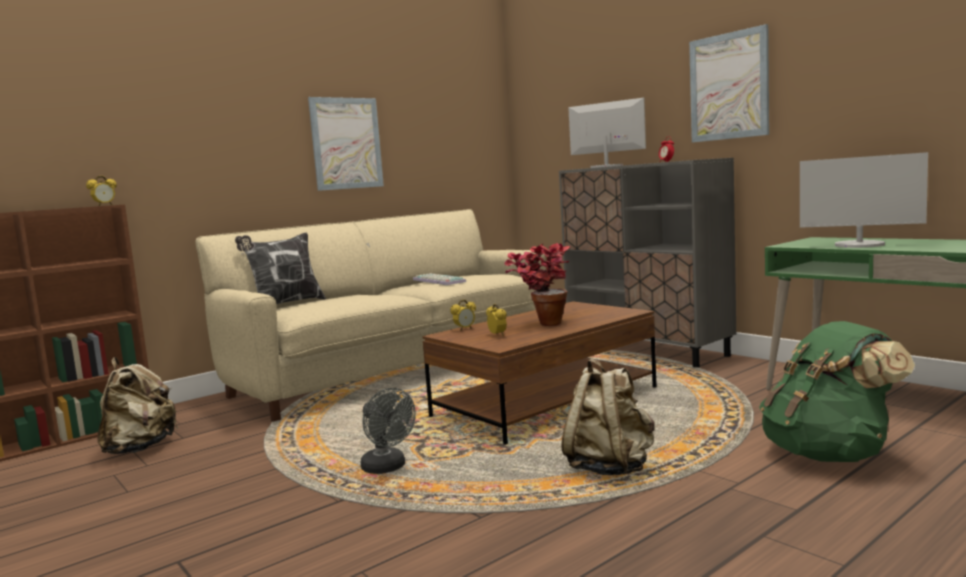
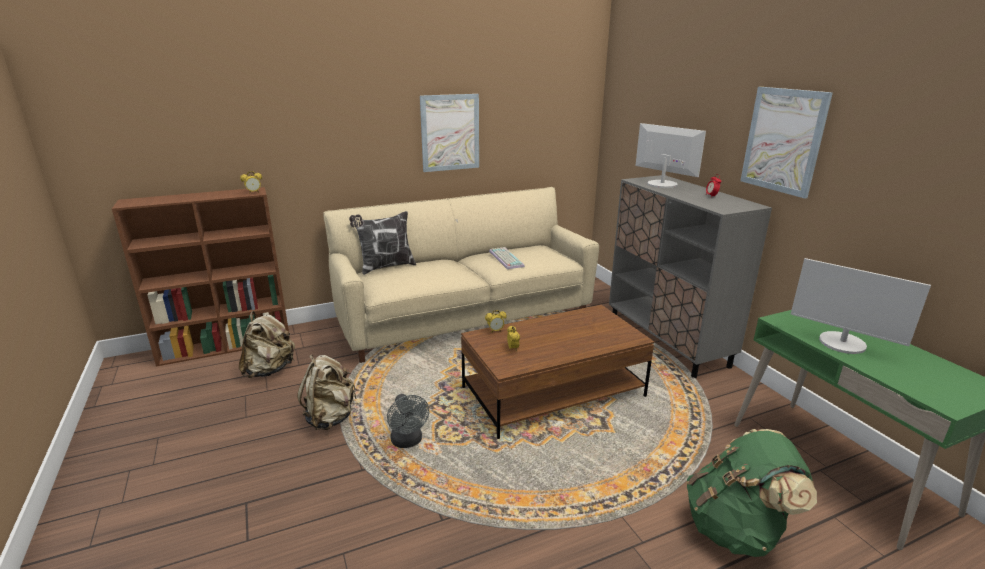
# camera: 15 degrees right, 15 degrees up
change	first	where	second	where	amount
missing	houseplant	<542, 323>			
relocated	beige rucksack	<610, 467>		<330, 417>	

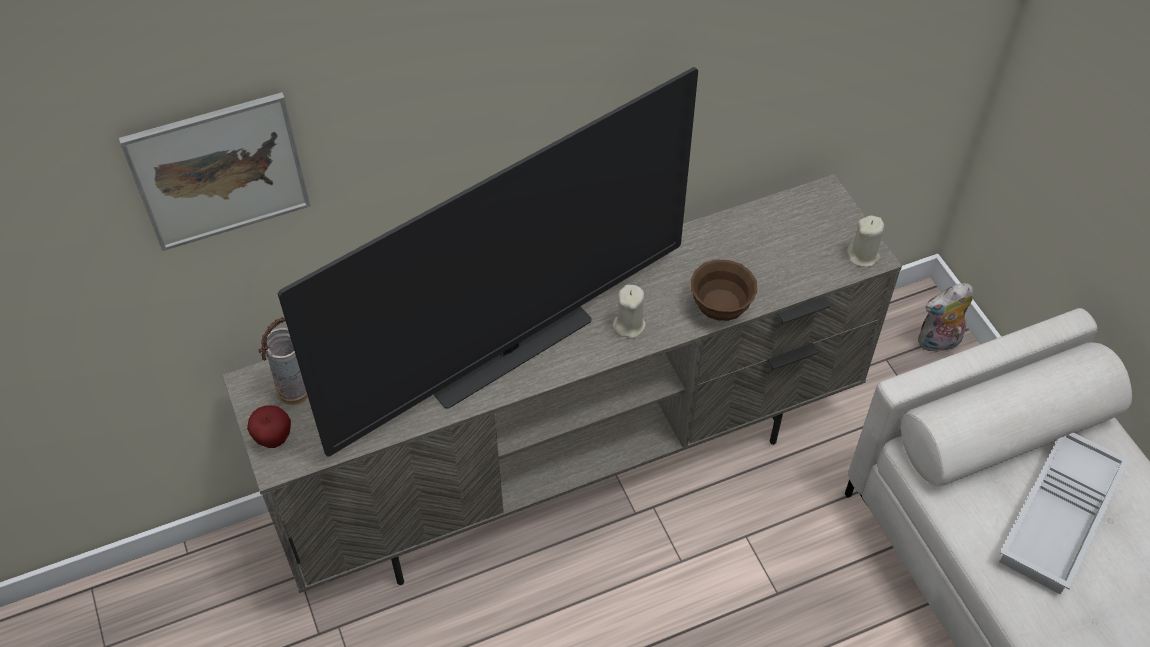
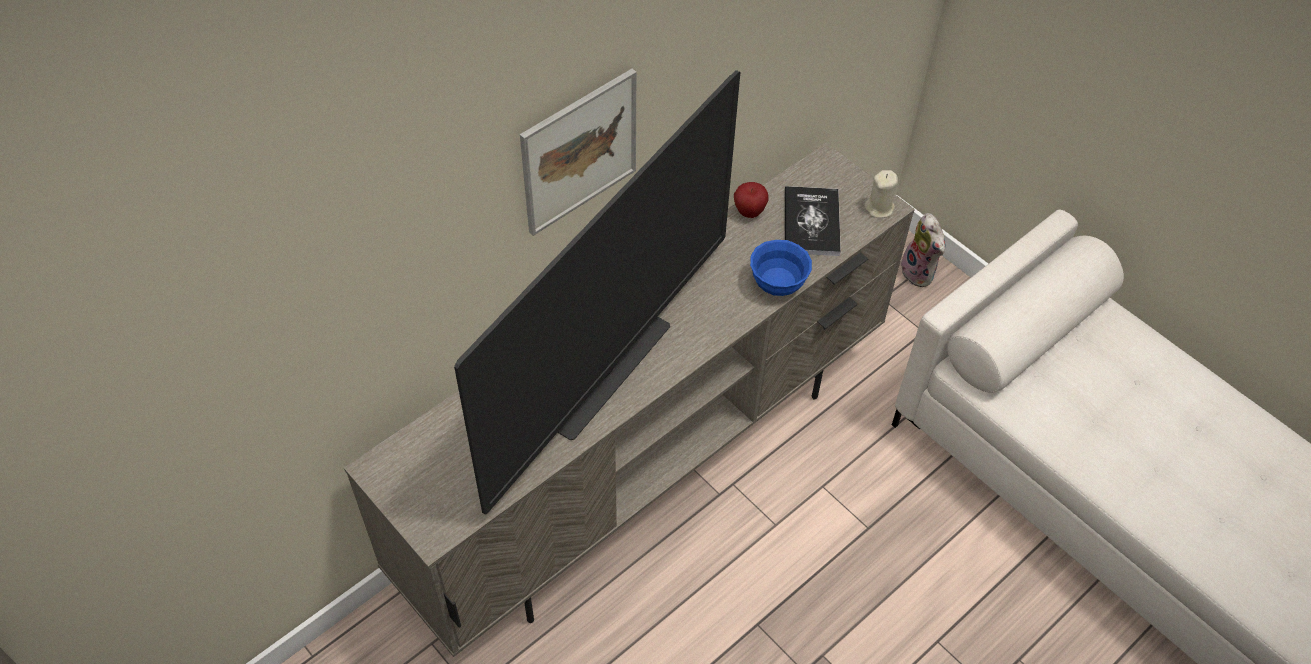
# camera: 20 degrees left, 0 degrees up
change	first	where	second	where	amount
missing	decorative vase	<295, 392>			
missing	beige candle	<628, 325>			
missing	white-coloured carrying tray	<1061, 518>			
appeared			volume	<811, 222>	
relocated	picture	<219, 171>		<579, 151>	
relocated	whole apple	<274, 439>		<749, 212>	
colour	brownish bowl	<720, 308>	blue-coloured bowl	<777, 284>	
spun	soft toy	<938, 343>		<920, 273>	75 degrees counterclockwise

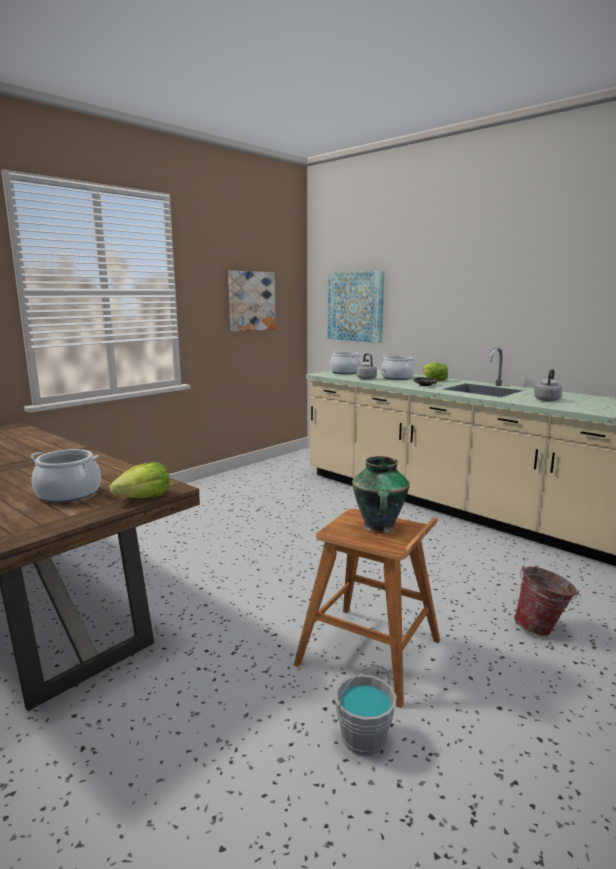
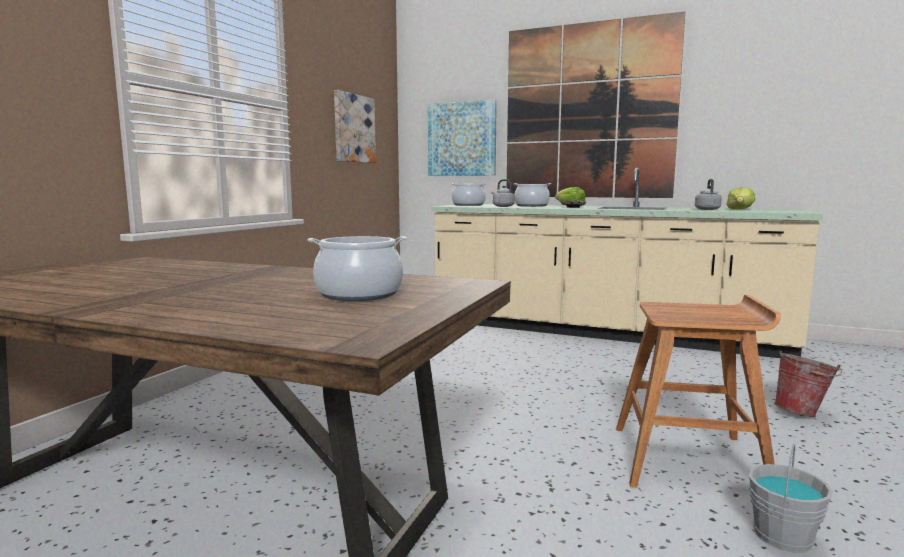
# camera: 20 degrees left, 5 degrees down
change	first	where	second	where	amount
missing	decorative vase	<379, 528>			
appeared			picture	<588, 111>	
relocated	lettuce head	<144, 498>		<740, 209>	

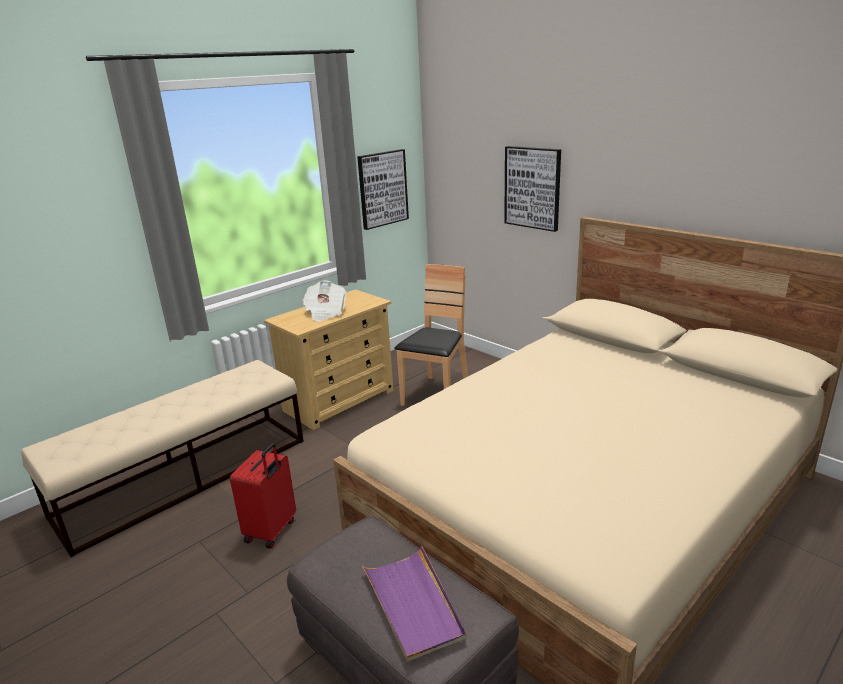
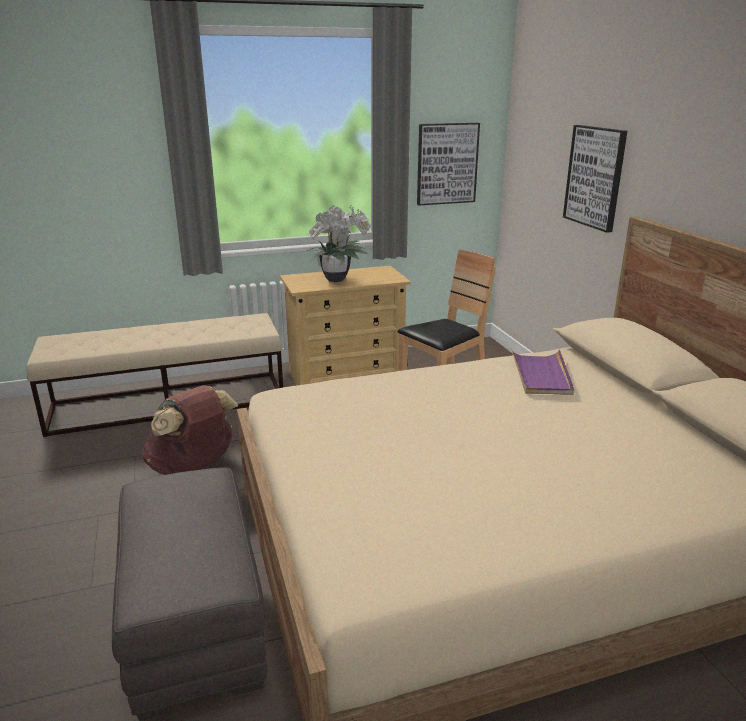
# camera: 25 degrees right, 0 degrees up
change	first	where	second	where	amount
relocated	purple carrying tray	<413, 604>		<541, 375>	
exchanged	red-coloured travel case	<272, 531>	brownish rucksack	<194, 467>	
exchanged	daily paper	<325, 312>	houseplant	<338, 279>	

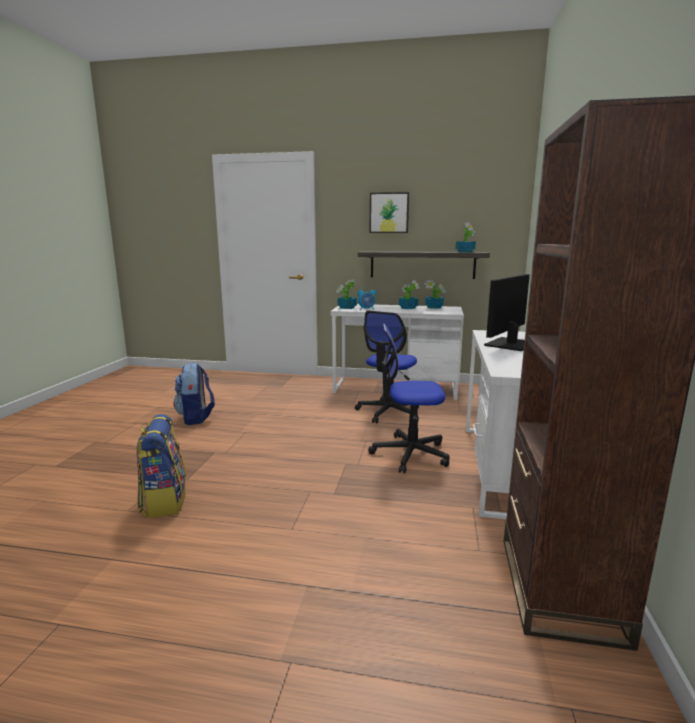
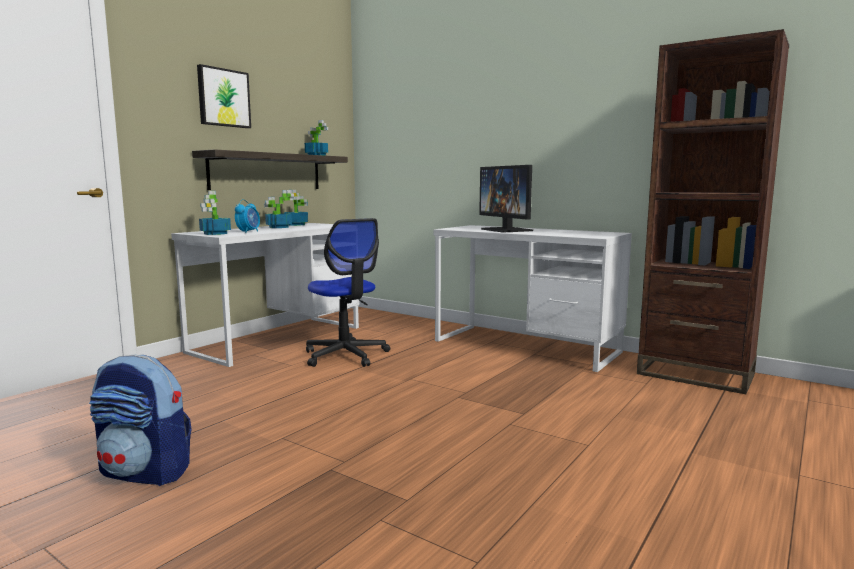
# camera: 65 degrees left, 5 degrees down
change	first	where	second	where	amount
missing	rucksack	<164, 501>			
missing	desk chair	<409, 454>			

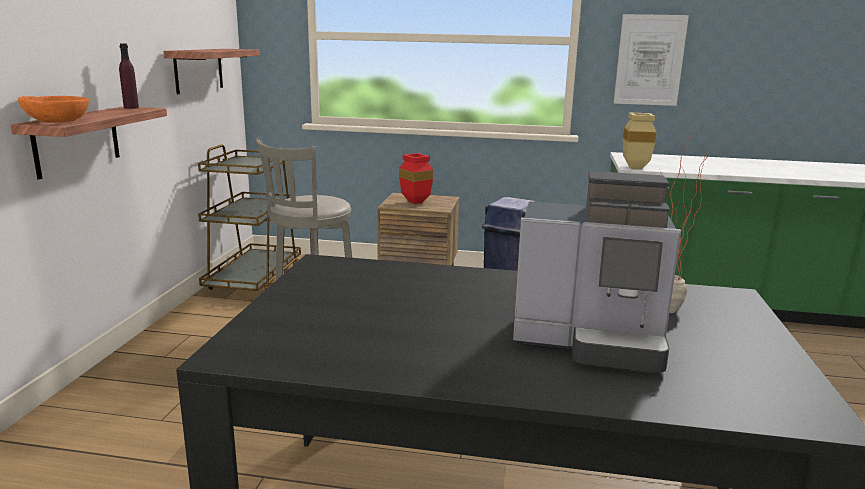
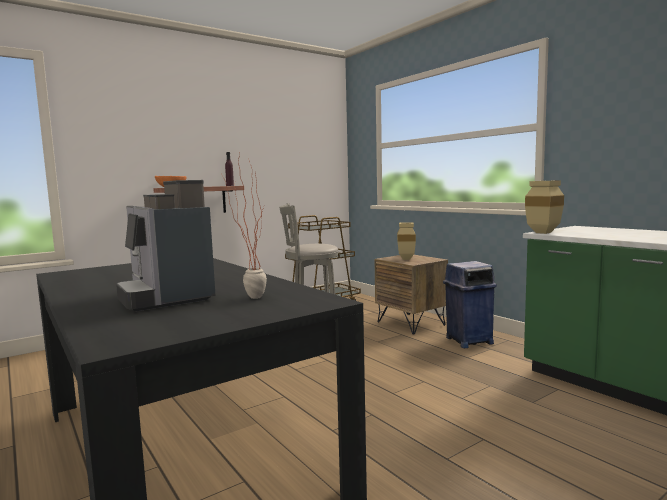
# camera: 45 degrees right, 10 degrees down
change	first	where	second	where	amount
missing	wall shelf	<198, 70>			
missing	picture	<649, 60>			
colour	red-coloured decorative vase	<417, 202>	beige decorative vase	<407, 259>	

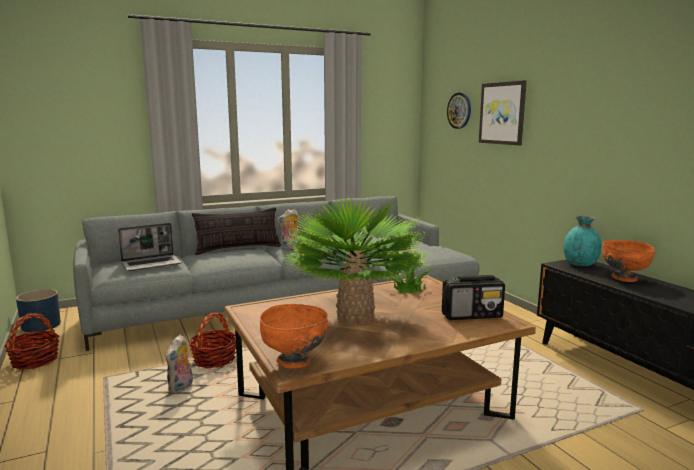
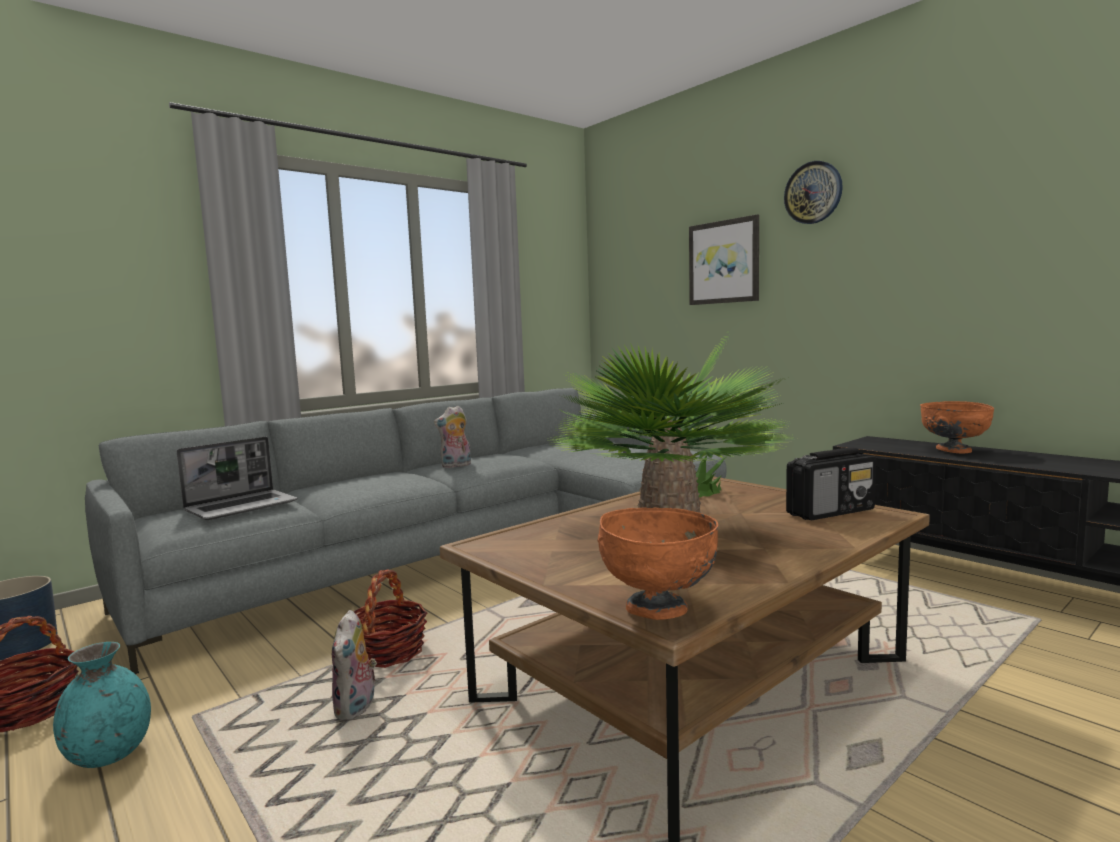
# camera: 15 degrees left, 5 degrees down
change	first	where	second	where	amount
missing	throw pillow	<238, 249>			
relocated	hanging clock	<459, 110>		<813, 193>	
relocated	blue-green decorative vase	<580, 264>		<108, 755>	

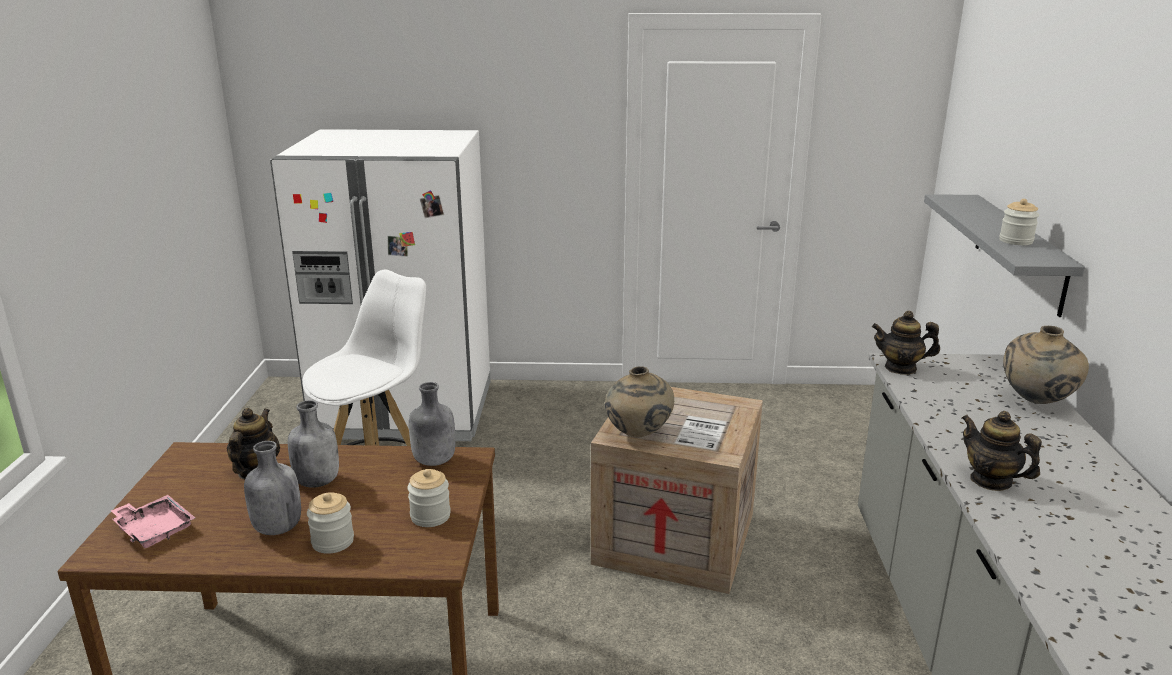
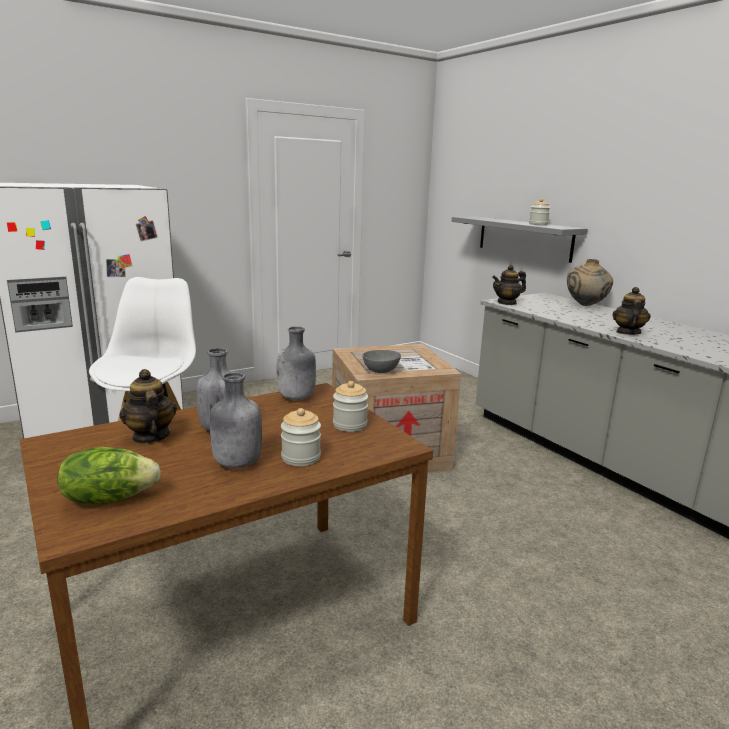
# camera: 35 degrees left, 5 degrees down
change	first	where	second	where	amount
exchanged	pink-coloured carrying tray	<154, 529>	lettuce head	<109, 498>	
exchanged	beige decorative vase	<638, 436>	greyish bowl	<381, 371>	
spun	teapot	<991, 480>		<627, 332>	90 degrees clockwise

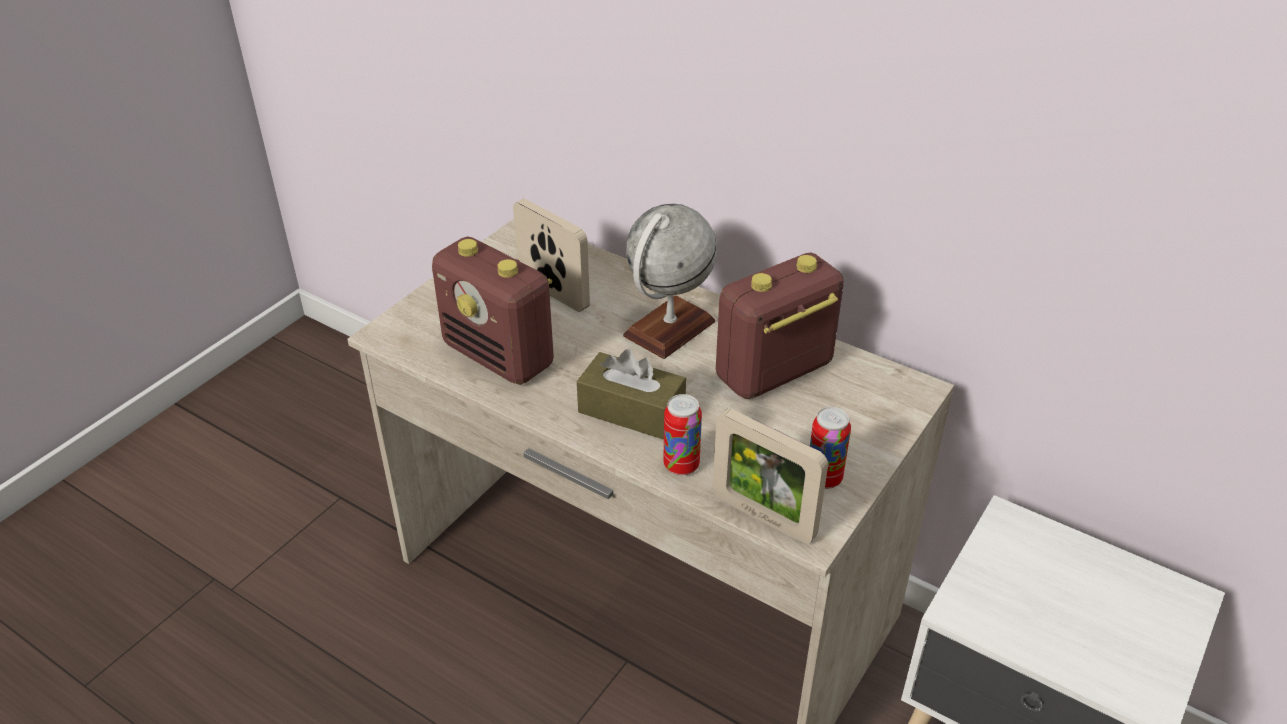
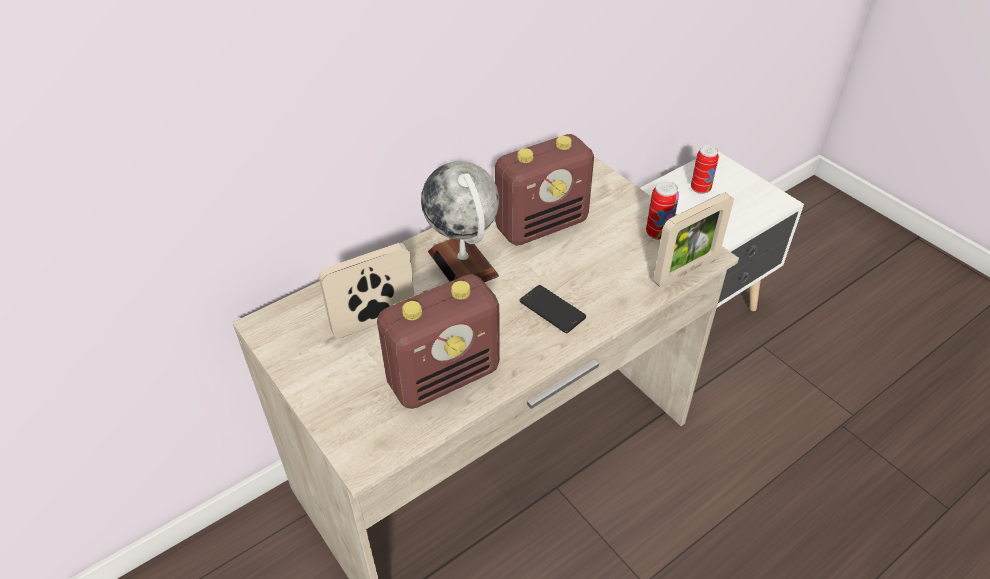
# camera: 70 degrees left, 5 degrees up
change	first	where	second	where	amount
relocated	can	<681, 465>		<700, 189>	
exchanged	brownish tissue box	<631, 410>	handset	<552, 309>	
spun	radio receiver	<773, 373>		<542, 225>	105 degrees counterclockwise

